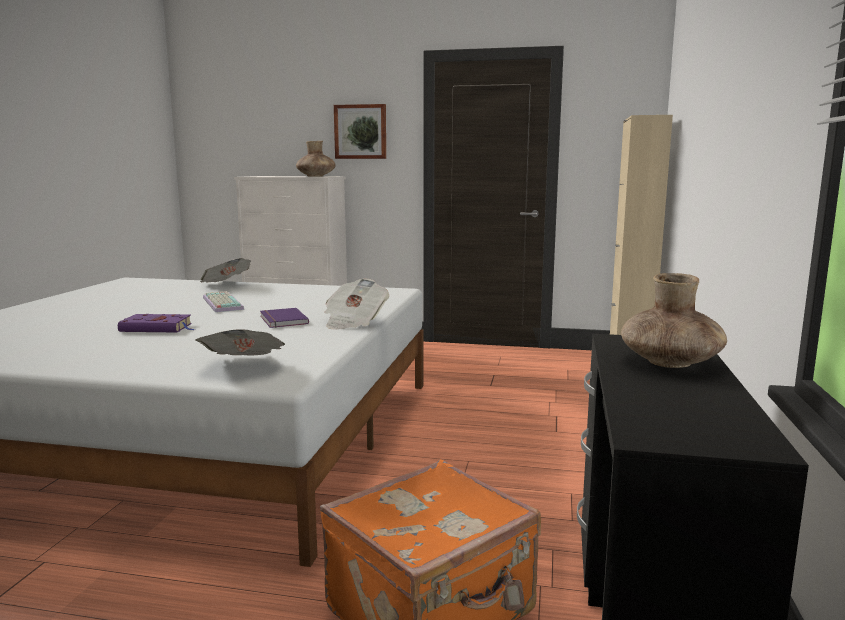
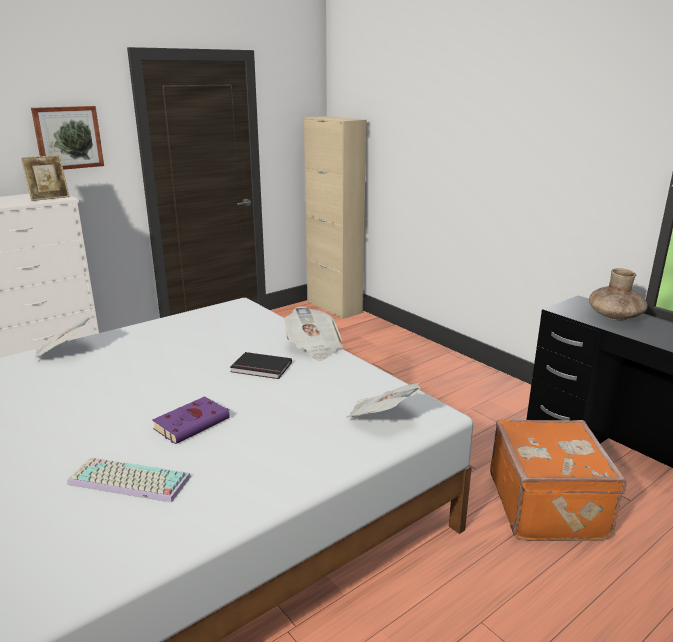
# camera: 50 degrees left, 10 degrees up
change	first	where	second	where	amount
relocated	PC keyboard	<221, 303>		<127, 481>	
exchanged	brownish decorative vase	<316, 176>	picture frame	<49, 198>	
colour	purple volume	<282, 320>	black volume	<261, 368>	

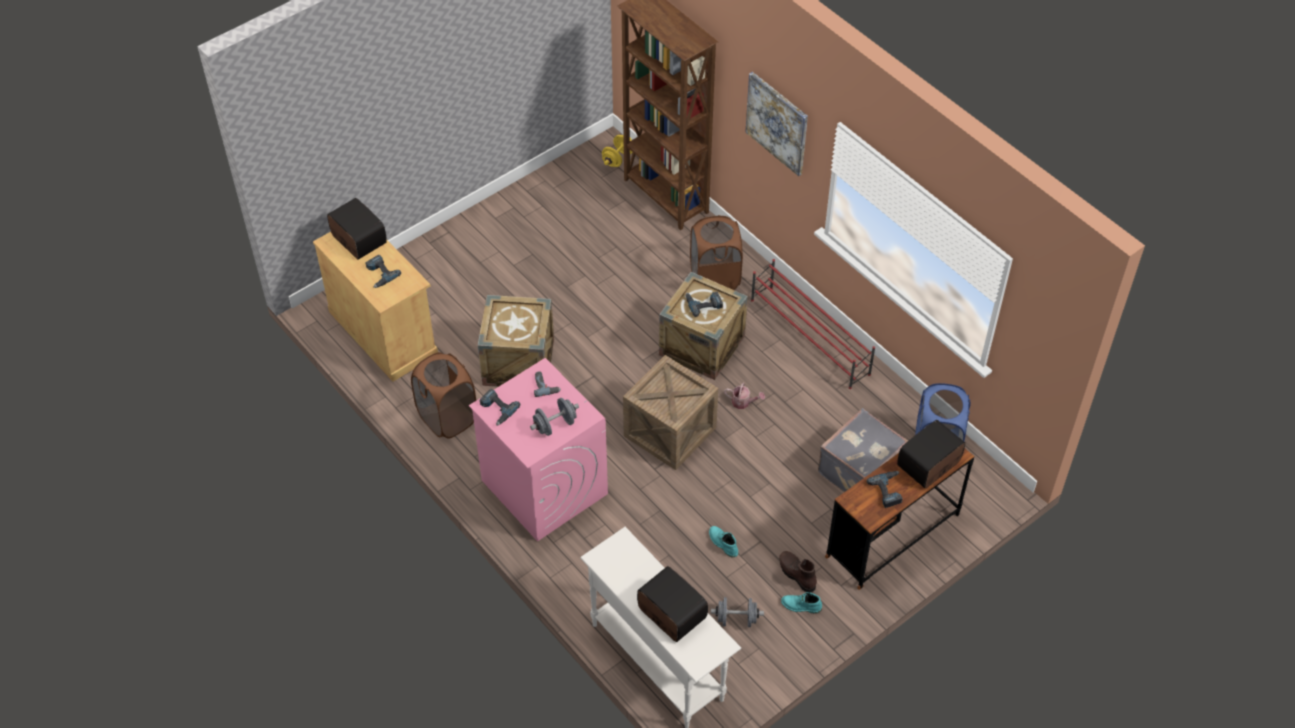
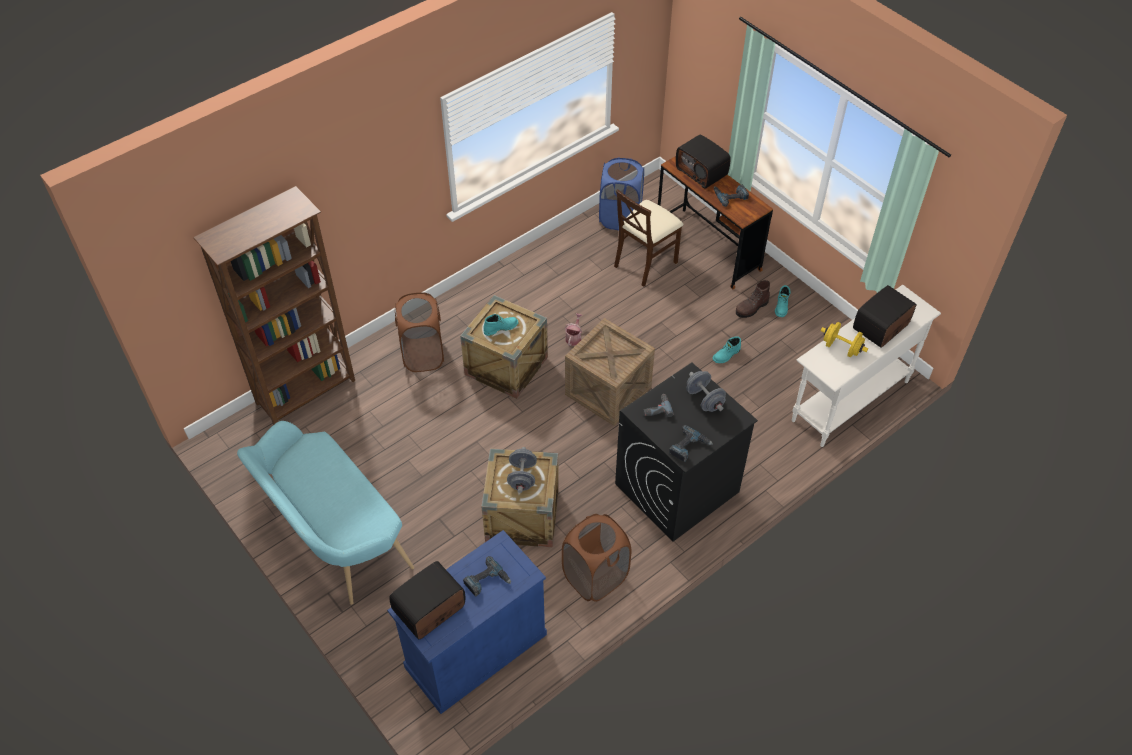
# camera: 90 degrees left, 0 degrees up
change	first	where	second	where	amount
missing	picture	<777, 123>			
missing	red-coloured shoe shelf	<810, 337>			
appeared			blue-green indoor bench	<334, 537>	
relocated	yellow-coloured hand weight	<617, 159>		<841, 348>	
relocated	greyish hand weight	<736, 619>		<522, 477>	
exchanged	power drill	<703, 303>	blue-green tall boot	<501, 327>	
exchanged	greyish travel case	<862, 471>	beige chair	<645, 263>	
colour	beige cabinet	<383, 332>	blue-coloured cabinet	<475, 650>	
colour	pink-coloured laundry machine	<543, 487>	black laundry machine	<676, 489>	

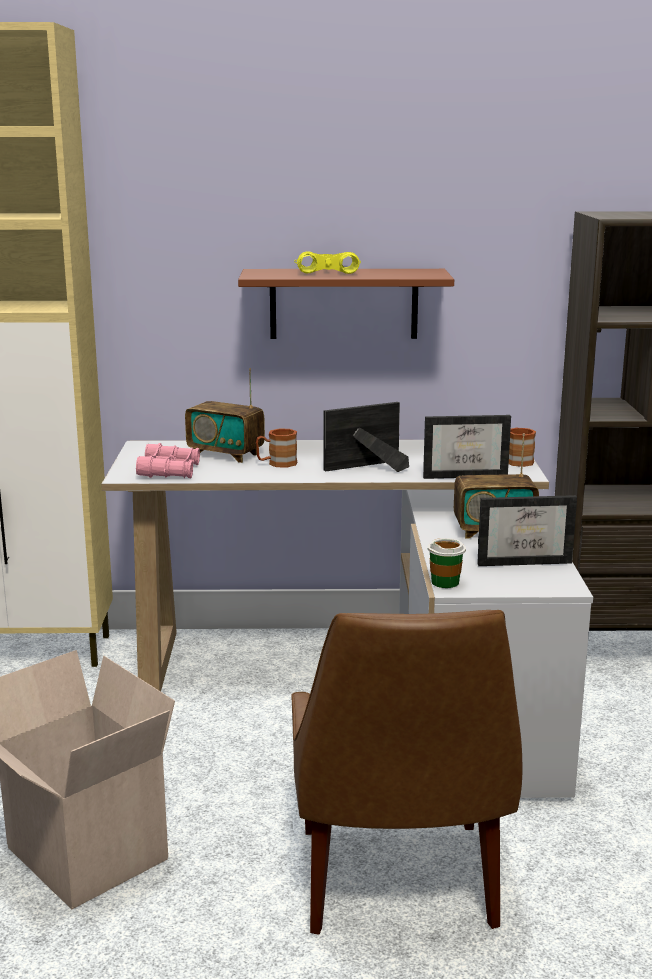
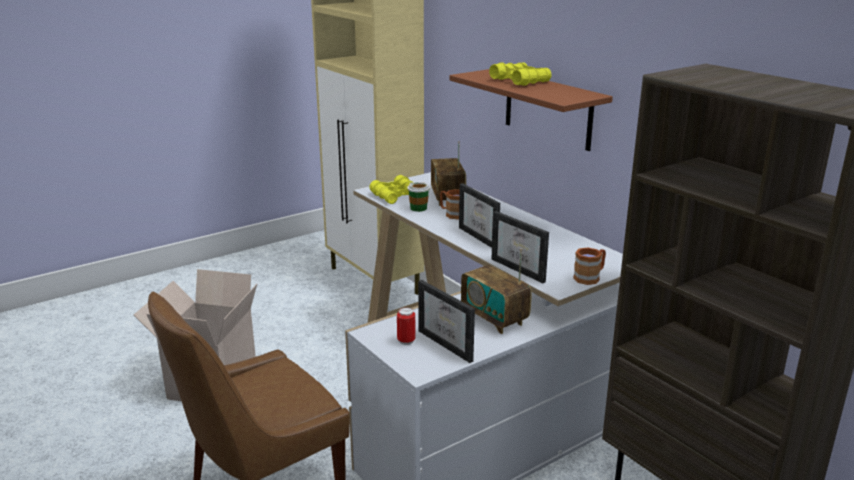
# camera: 55 degrees right, 5 degrees up
change	first	where	second	where	amount
appeared			can	<406, 341>	
relocated	drinking cup	<445, 582>		<418, 208>	
colour	pink-coloured binoculars	<169, 471>	yellow-coloured binoculars	<396, 196>	
spun	picture frame	<363, 468>		<484, 237>	150 degrees counterclockwise

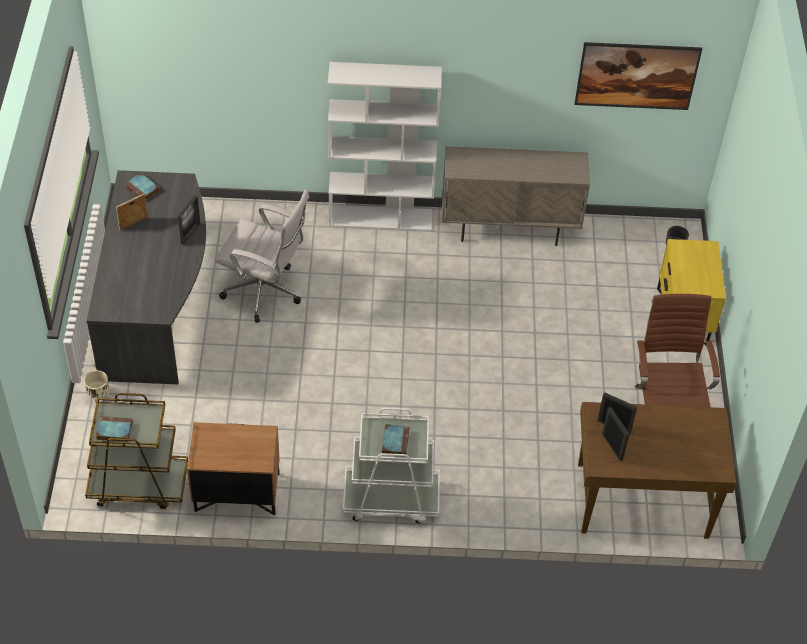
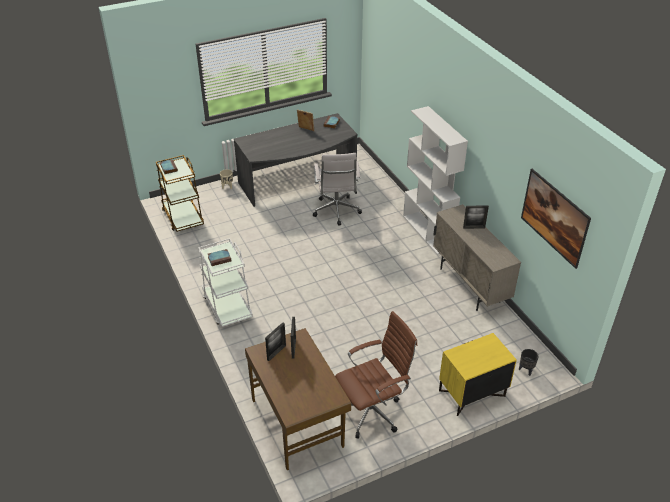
# camera: 65 degrees right, 10 degrees down
change	first	where	second	where	amount
missing	brownish nightstand	<236, 493>			
relocated	picture frame	<190, 234>		<474, 227>	

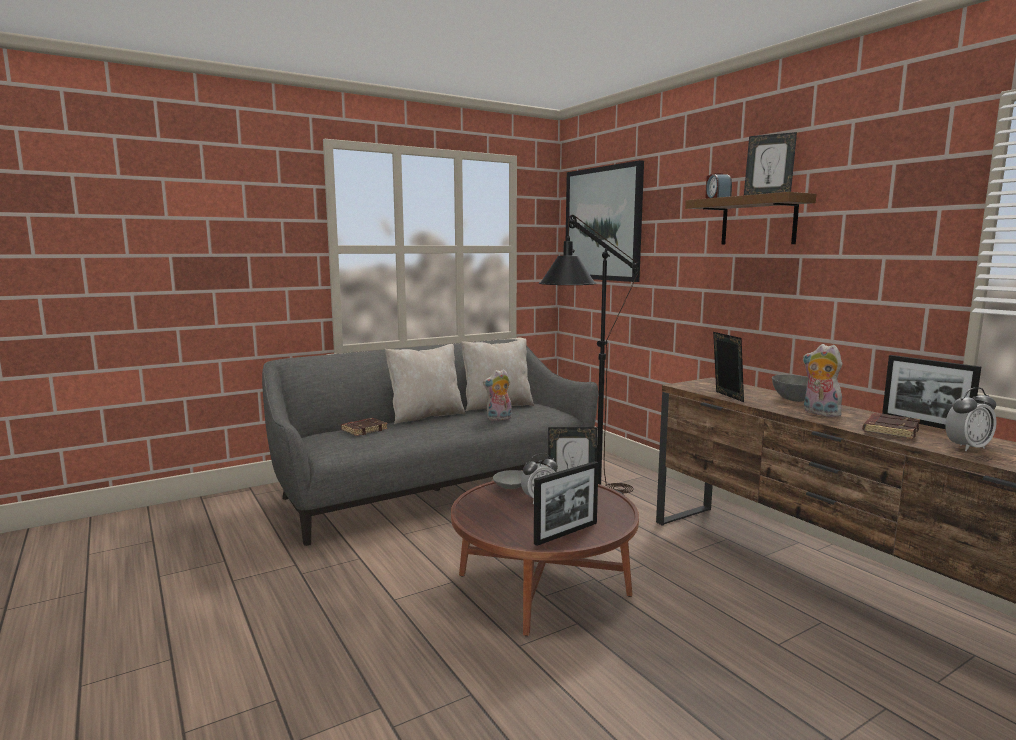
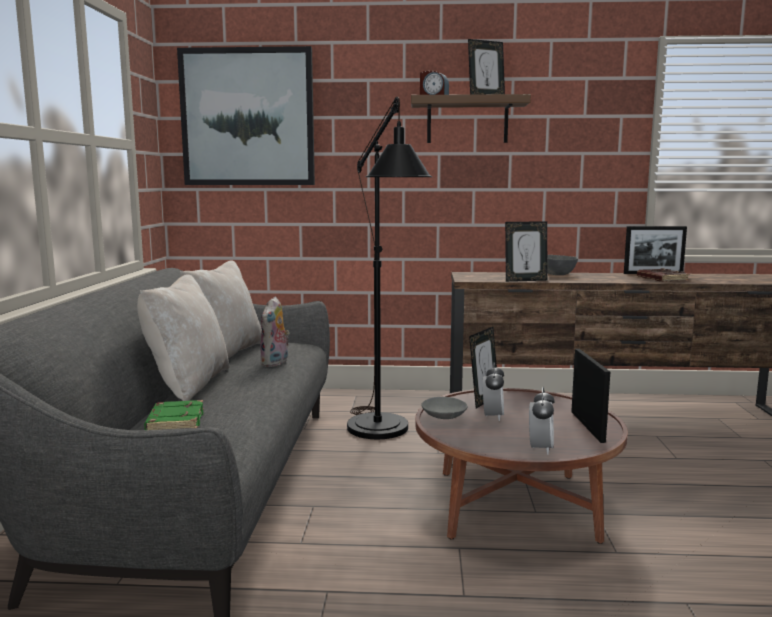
# camera: 55 degrees left, 0 degrees up
change	first	where	second	where	amount
missing	soft toy	<819, 413>			
relocated	table clock	<967, 447>		<540, 448>	
colour	brownish volume	<364, 430>	greenish volume	<174, 421>	
spun	picture frame	<726, 397>		<525, 280>	150 degrees clockwise

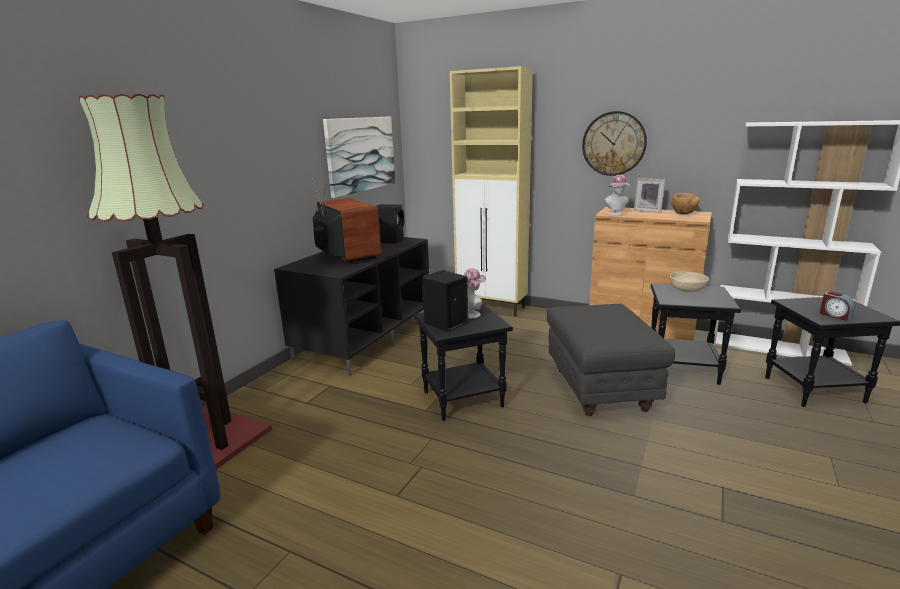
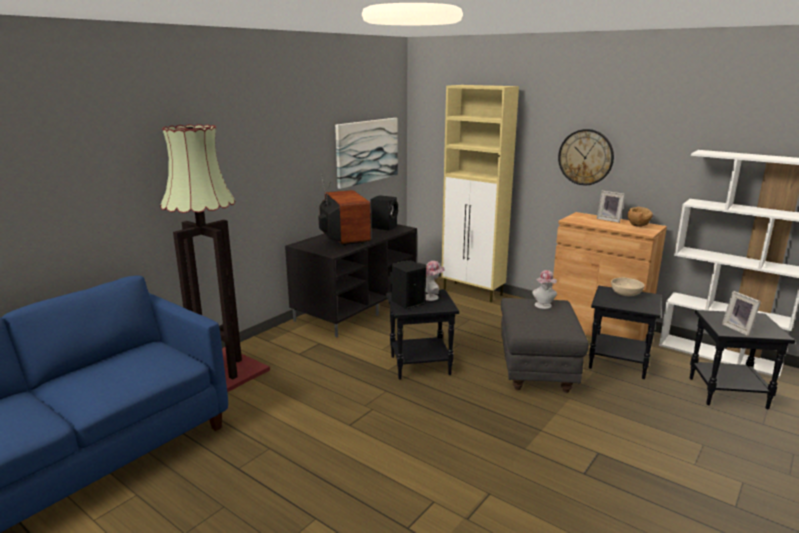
# camera: 10 degrees right, 0 degrees up
change	first	where	second	where	amount
relocated	clothing hat	<616, 214>		<543, 306>	
exchanged	table clock	<835, 315>	picture frame	<739, 329>	

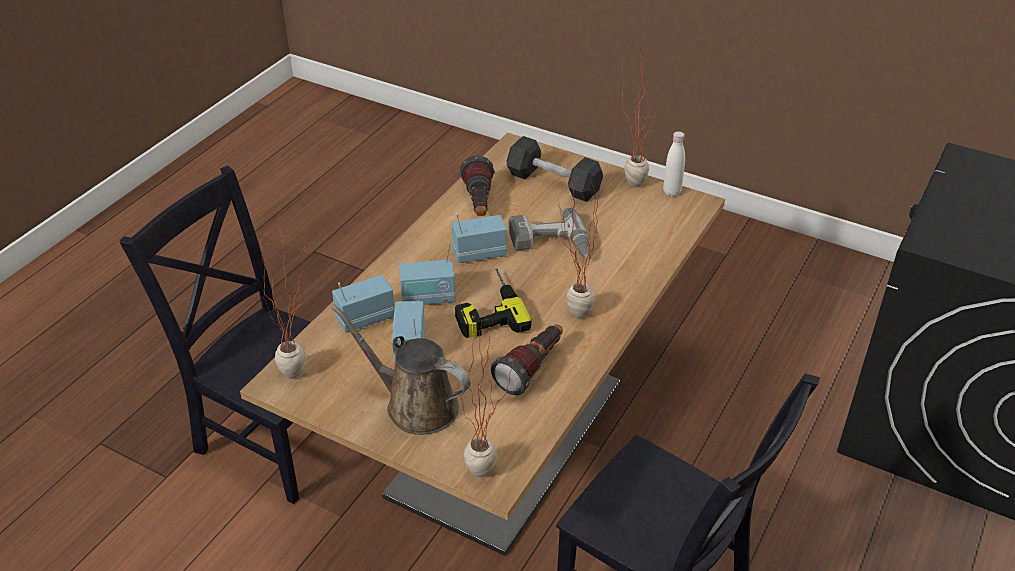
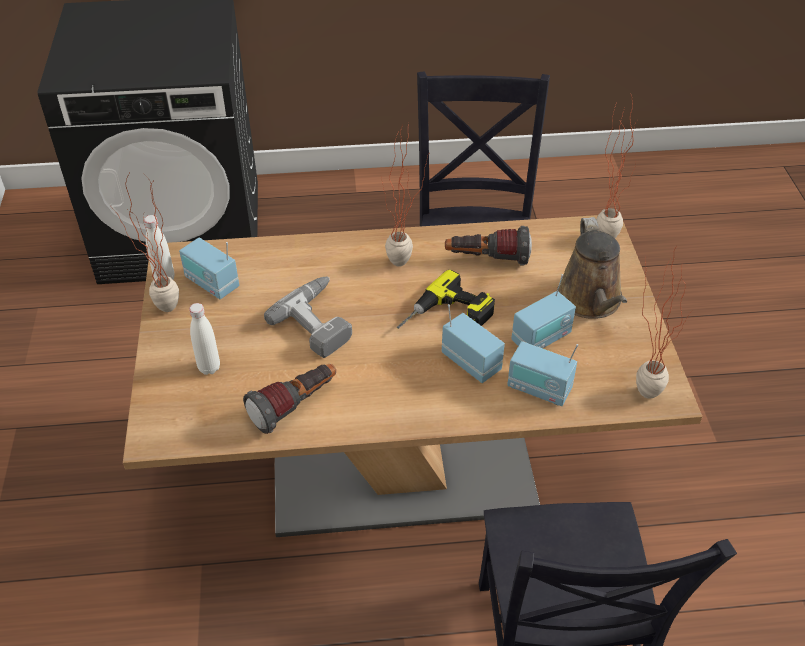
# camera: 125 degrees left, 5 degrees up
change	first	where	second	where	amount
relocated	radio receiver	<479, 253>		<211, 284>	
exchanged	black hand weight	<553, 183>	white-coloured bottle	<209, 367>	

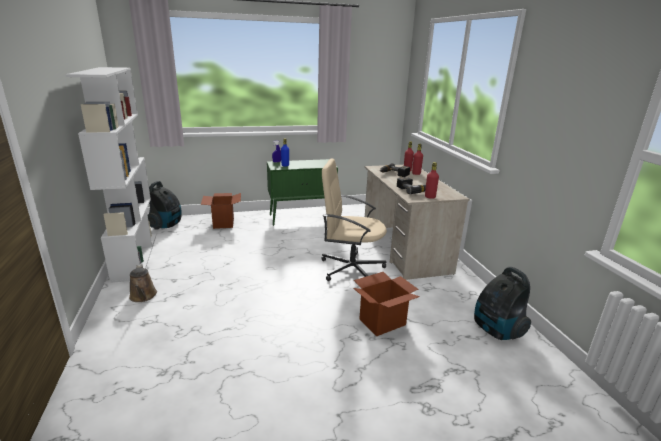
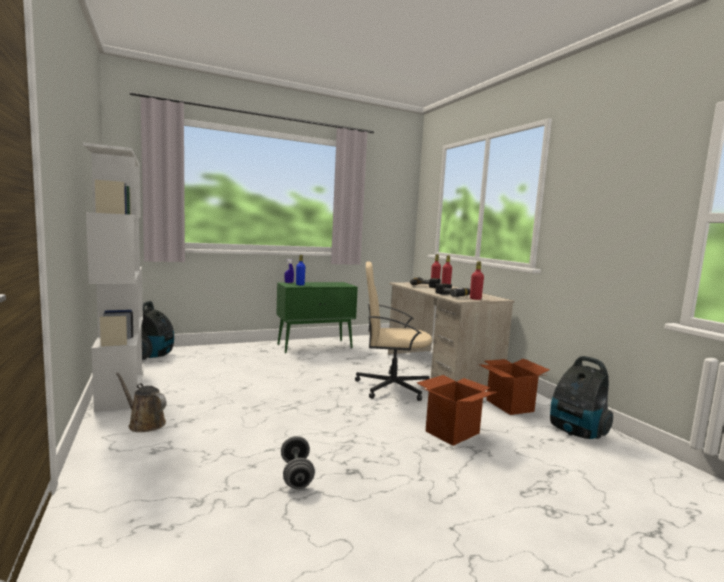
# camera: 10 degrees left, 15 degrees down
change	first	where	second	where	amount
appeared			greyish hand weight	<296, 475>	
relocated	packing box	<223, 223>		<509, 405>	
spun	brownish watering can	<143, 296>		<144, 423>	150 degrees clockwise

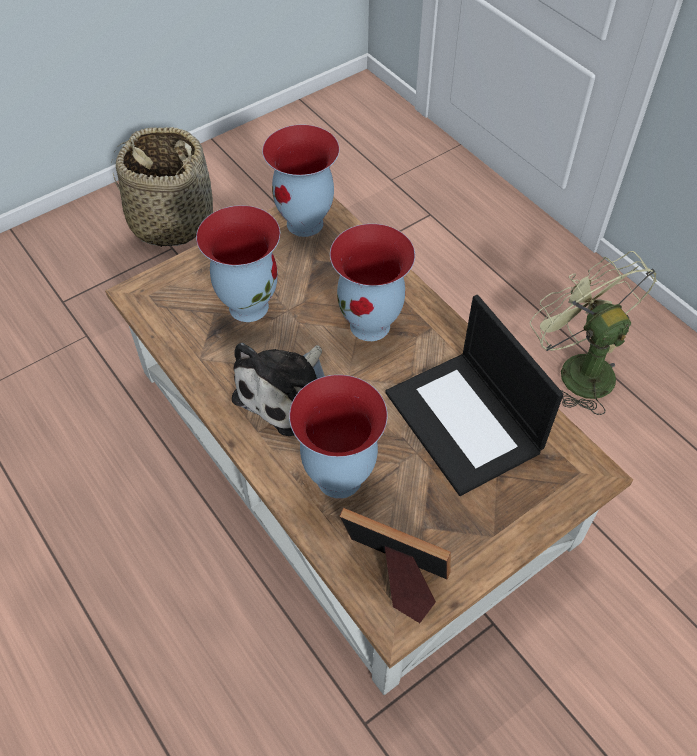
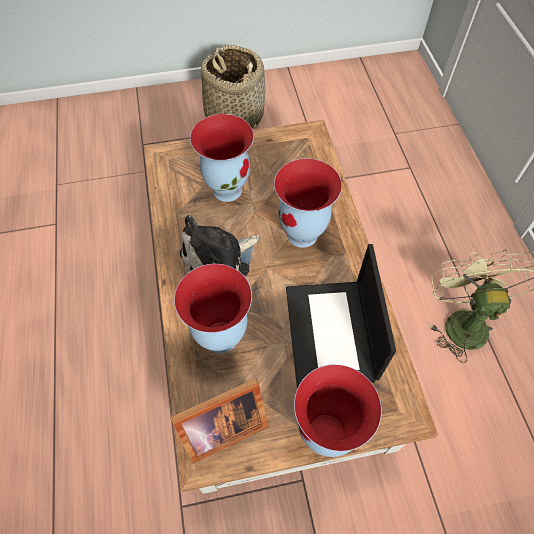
# camera: 25 degrees right, 5 degrees up
change	first	where	second	where	amount
relocated	decorative vase	<306, 224>		<327, 433>	
spun	picture frame	<395, 576>		<219, 427>	105 degrees clockwise

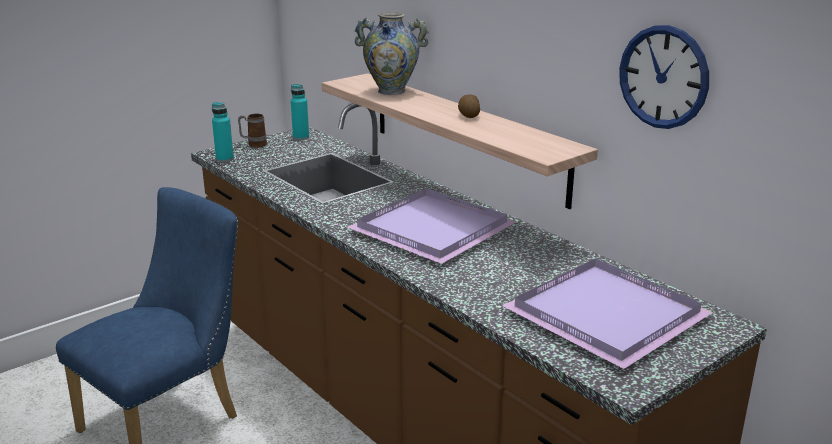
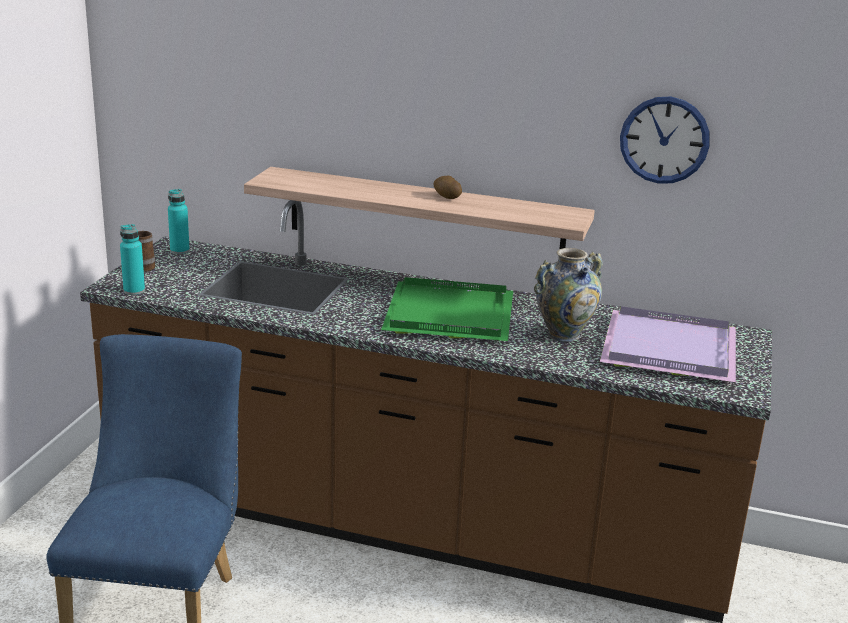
# camera: 35 degrees left, 0 degrees up
change	first	where	second	where	amount
relocated	decorative vase	<391, 91>		<564, 335>	
colour	purple carrying tray	<435, 229>	greenish carrying tray	<452, 314>	

